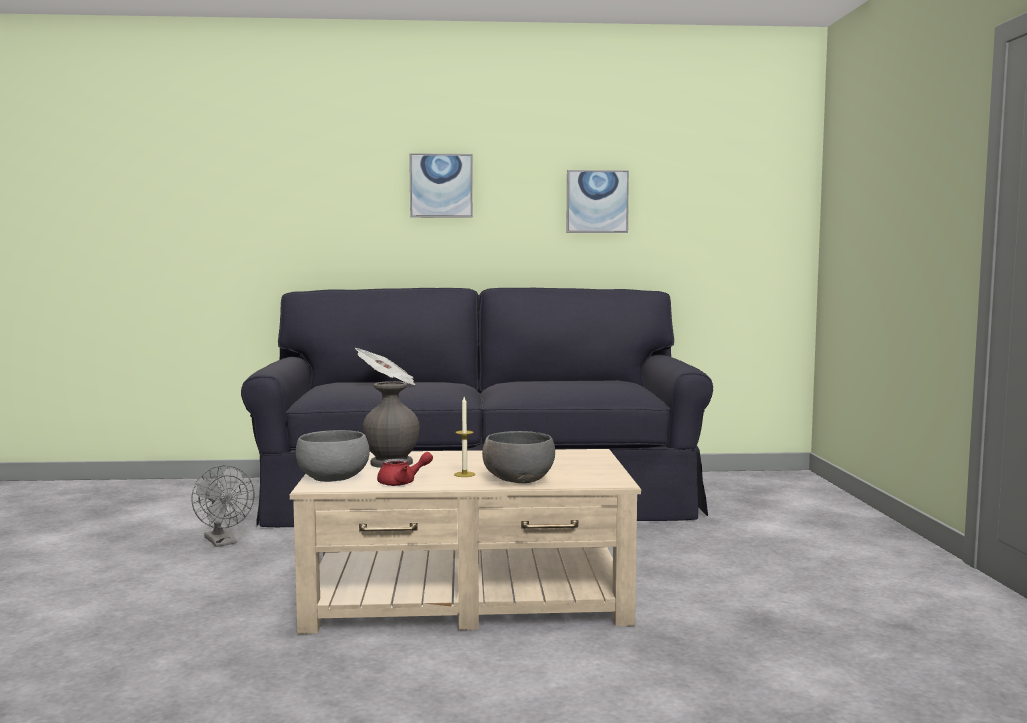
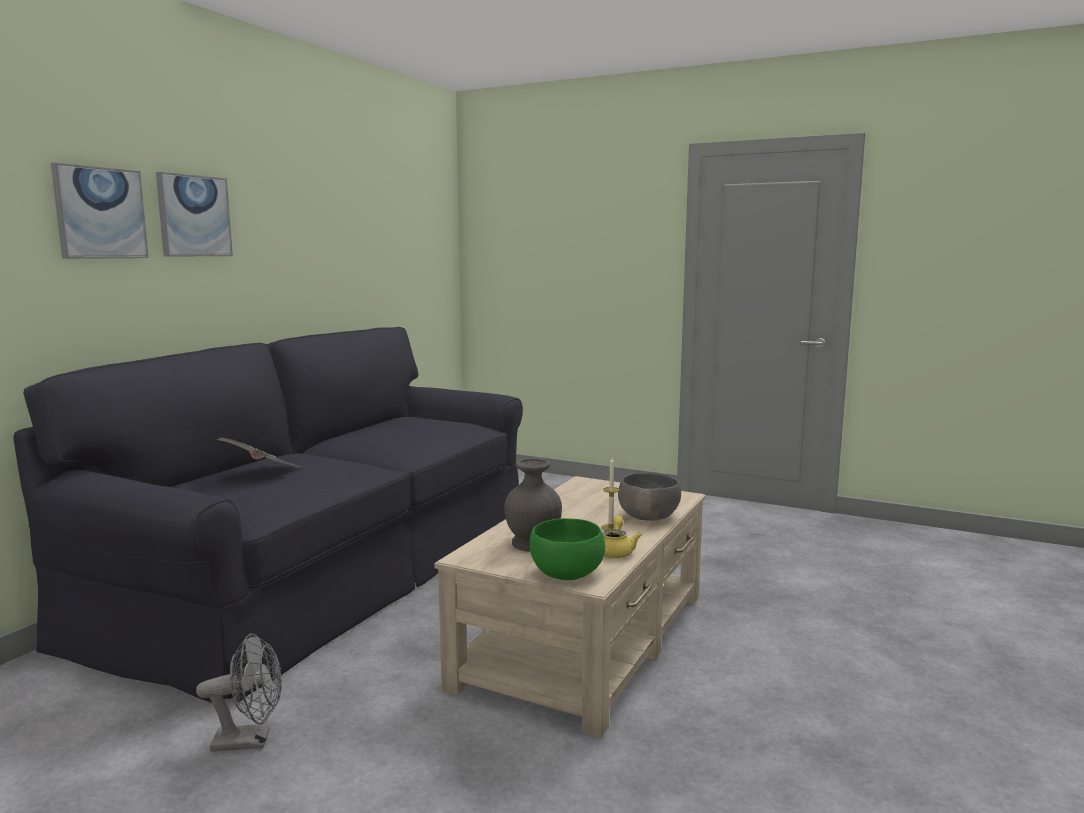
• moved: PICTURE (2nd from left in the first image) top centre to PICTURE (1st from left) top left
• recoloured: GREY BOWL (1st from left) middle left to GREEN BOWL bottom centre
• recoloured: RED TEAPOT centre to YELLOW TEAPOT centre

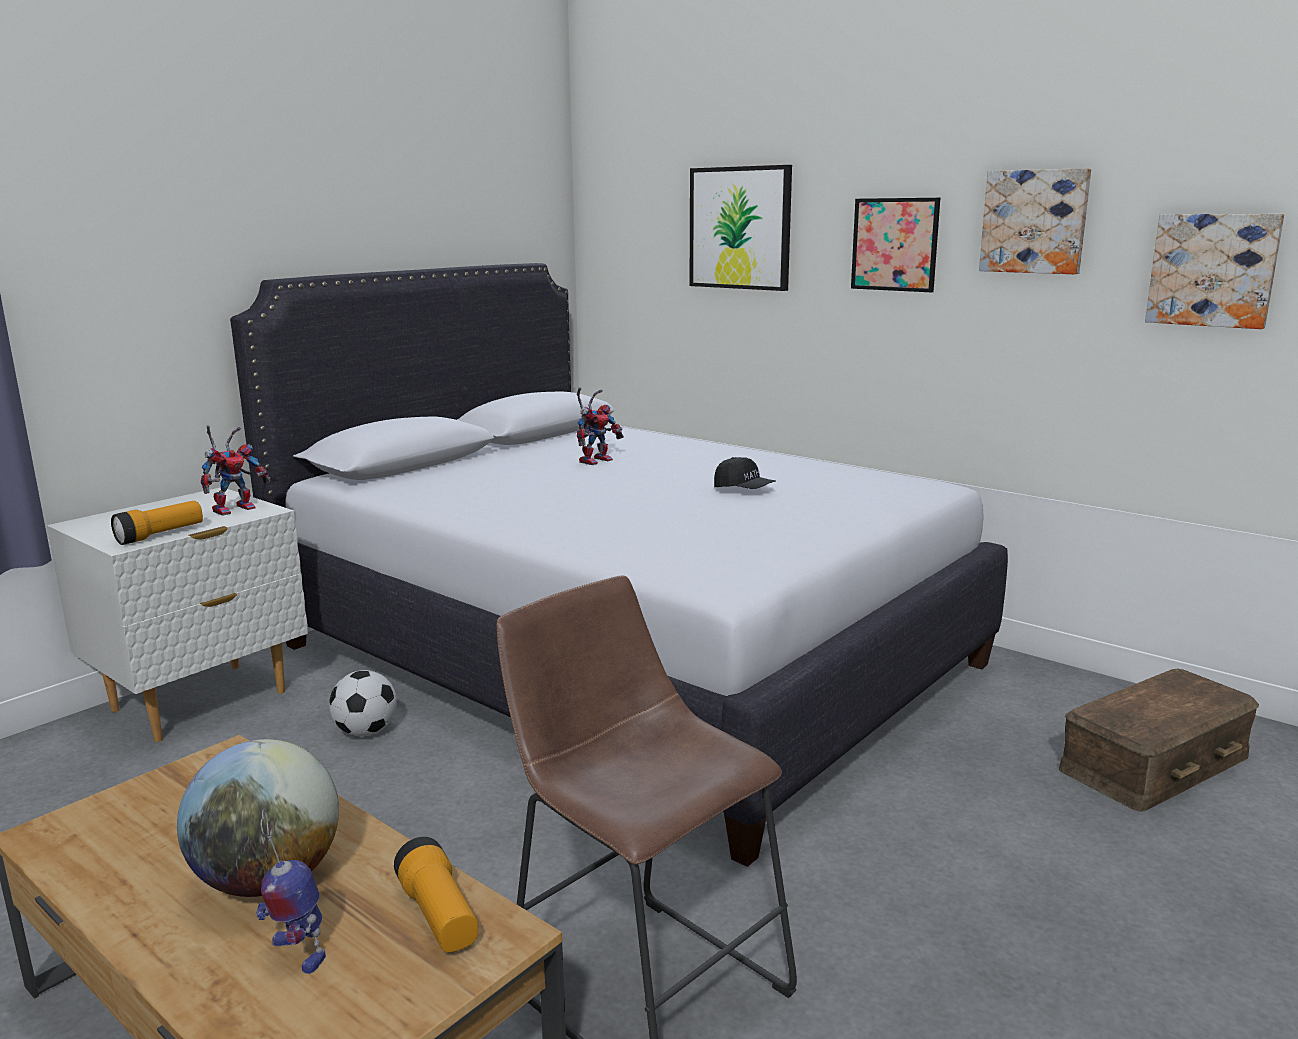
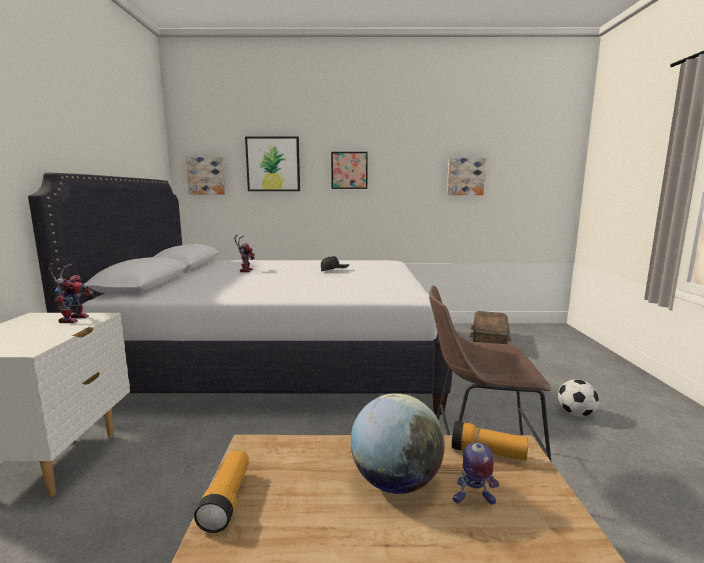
• moved: PICTURE (3rd from left in the first image) top right to PICTURE (1st from left) top left
• moved: FLASHLIGHT (1st from left) middle left to bottom left
• moved: FOOTBALL bottom left to bottom right

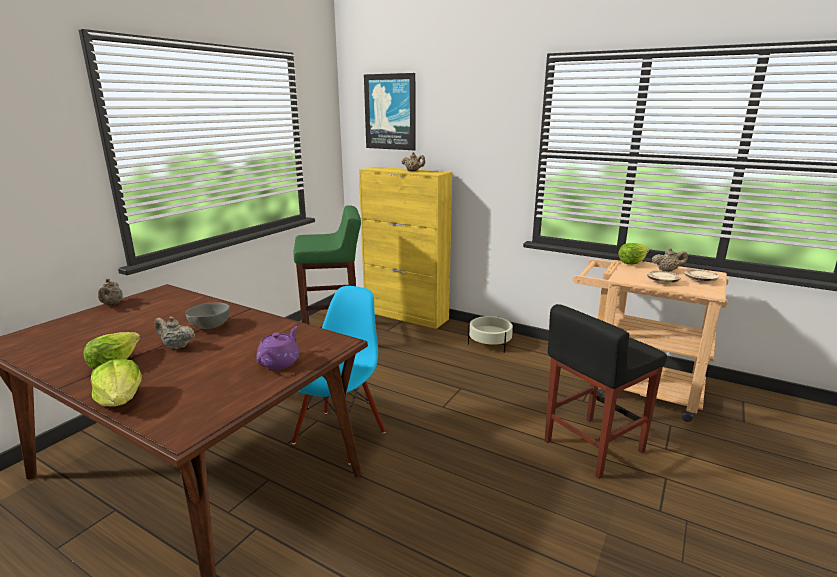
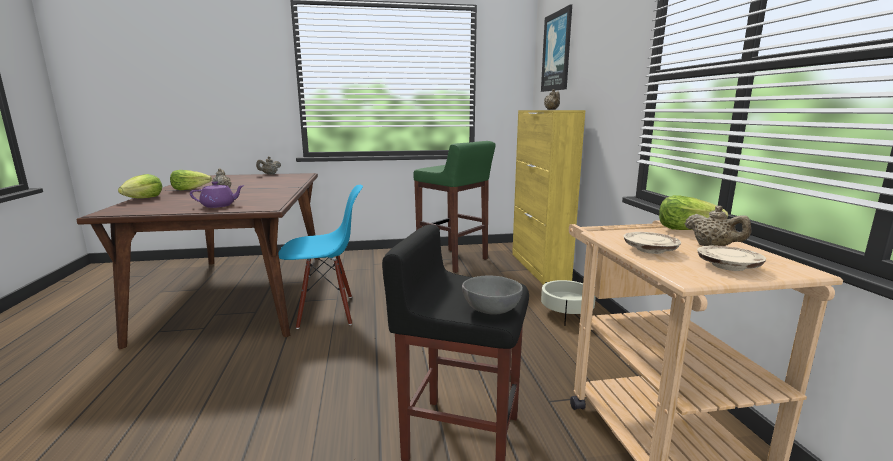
• moved: GREY BOWL middle left to centre

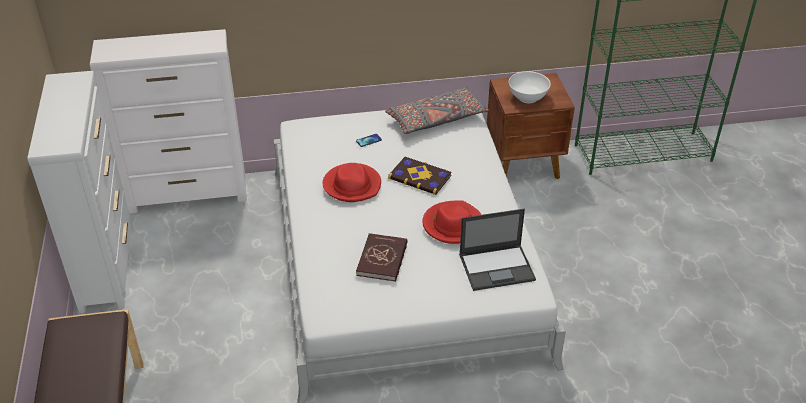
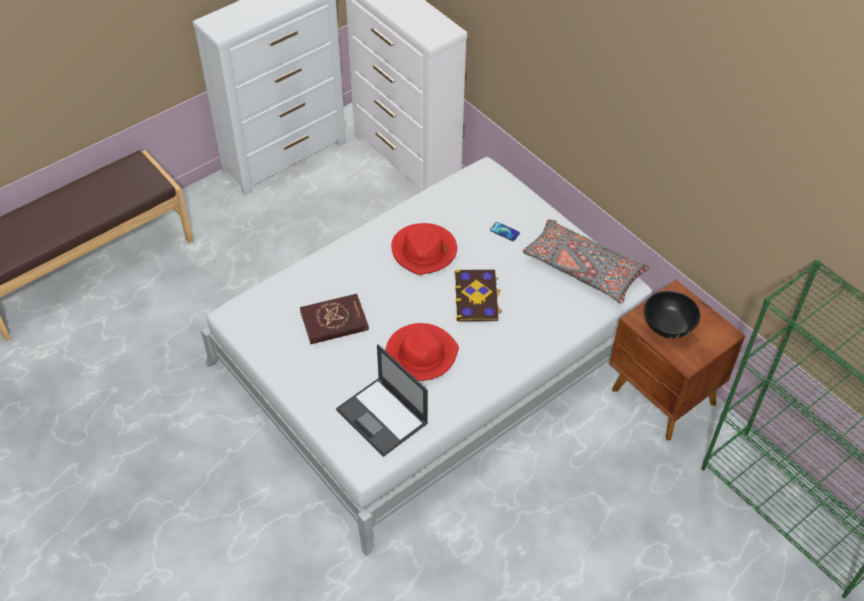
• recoloured: WHITE BOWL top centre to BLACK BOWL middle right

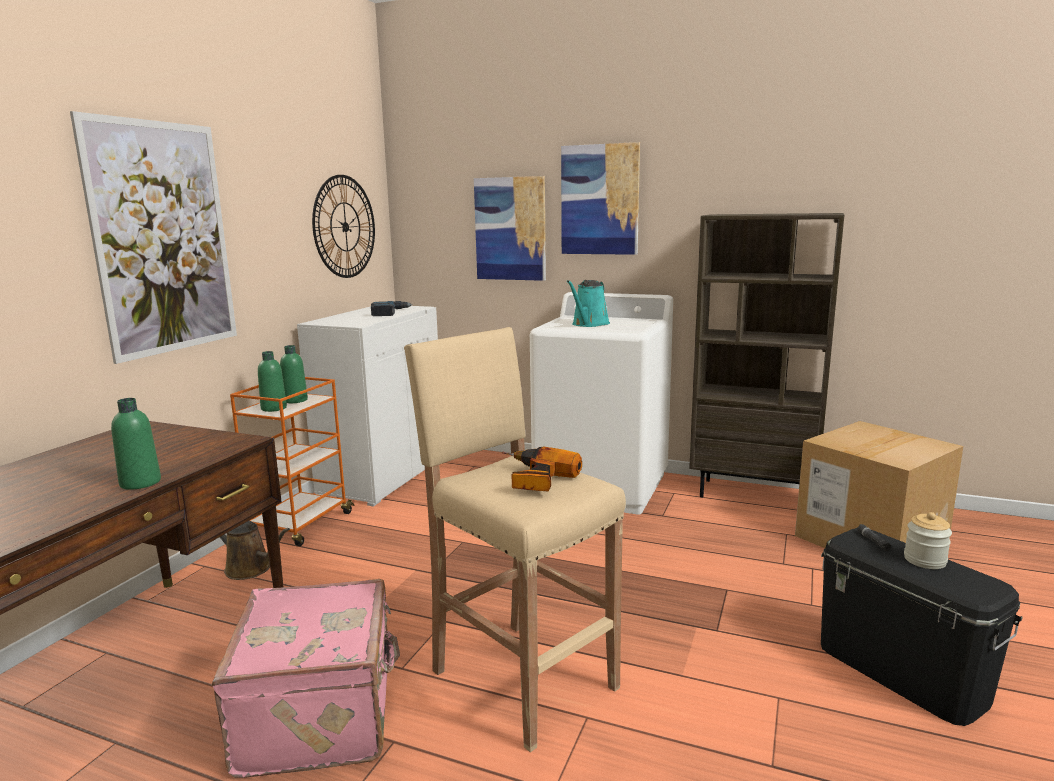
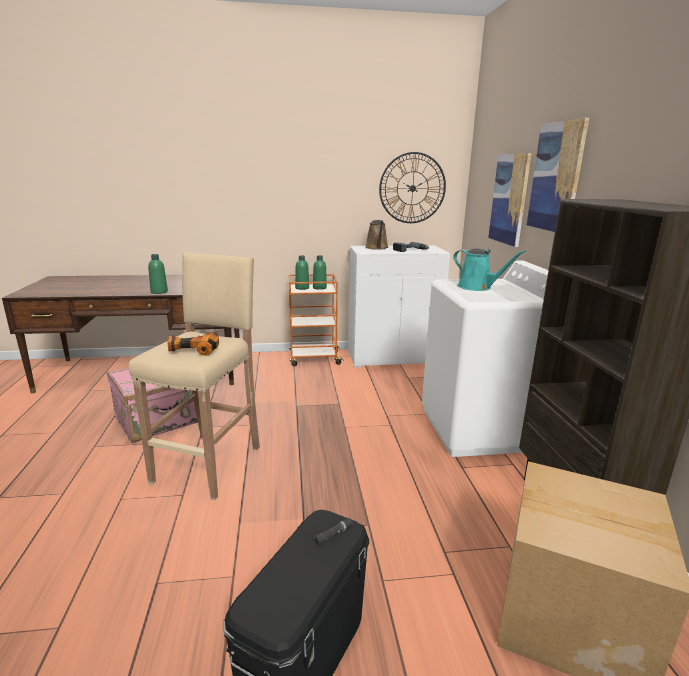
• moved: BROWN WATERING CAN bottom left to centre
• turned: TURQUOISE WATERING CAN centre = middle right 135 degrees counterclockwise
• removed: PICTURE (1st from left) top left
• removed: JAR bottom right

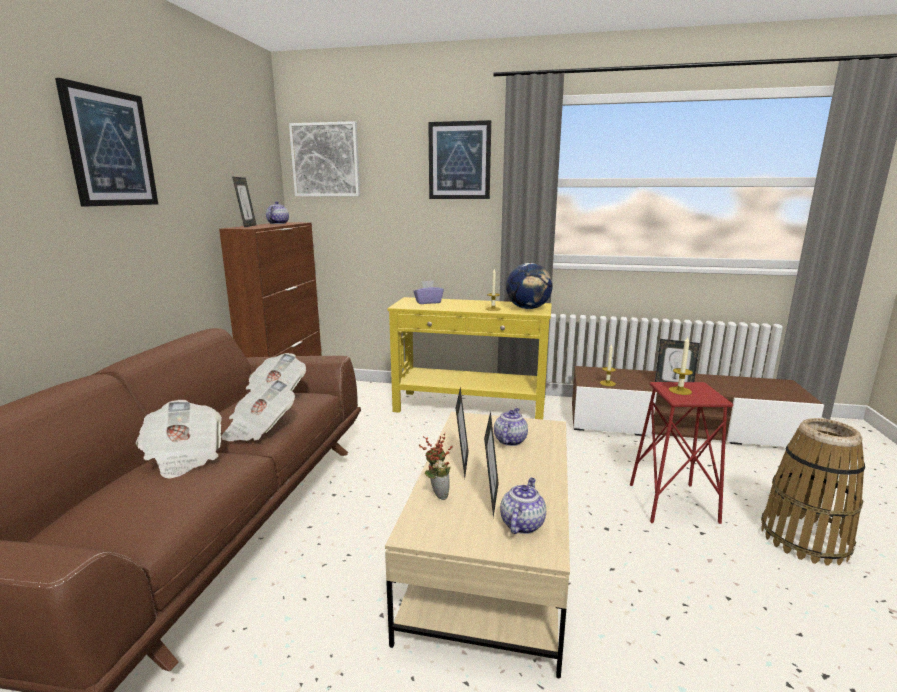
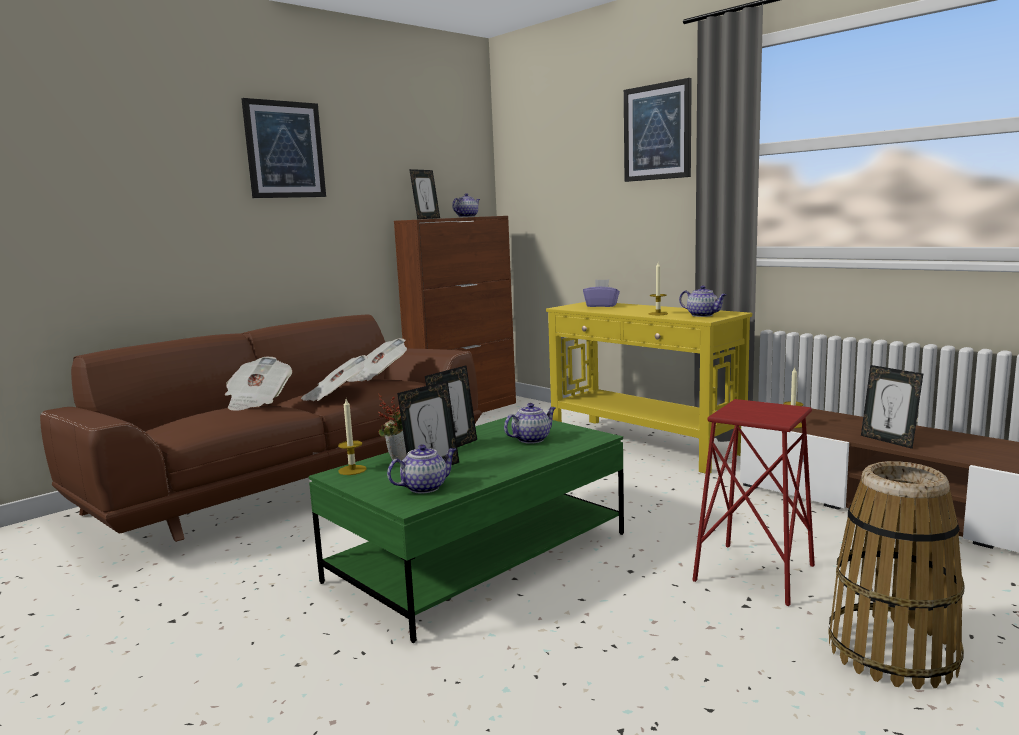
• recoloured: BEIGE COFFEE TABLE bottom centre to GREEN COFFEE TABLE bottom centre
• moved: CANDLE (3rd from left in the first image) middle right to CANDLE (1st from left) centre
• replaced: GLOBE centre to TEAPOT (4th from left) middle right
• removed: PICTURE (2nd from left) top centre

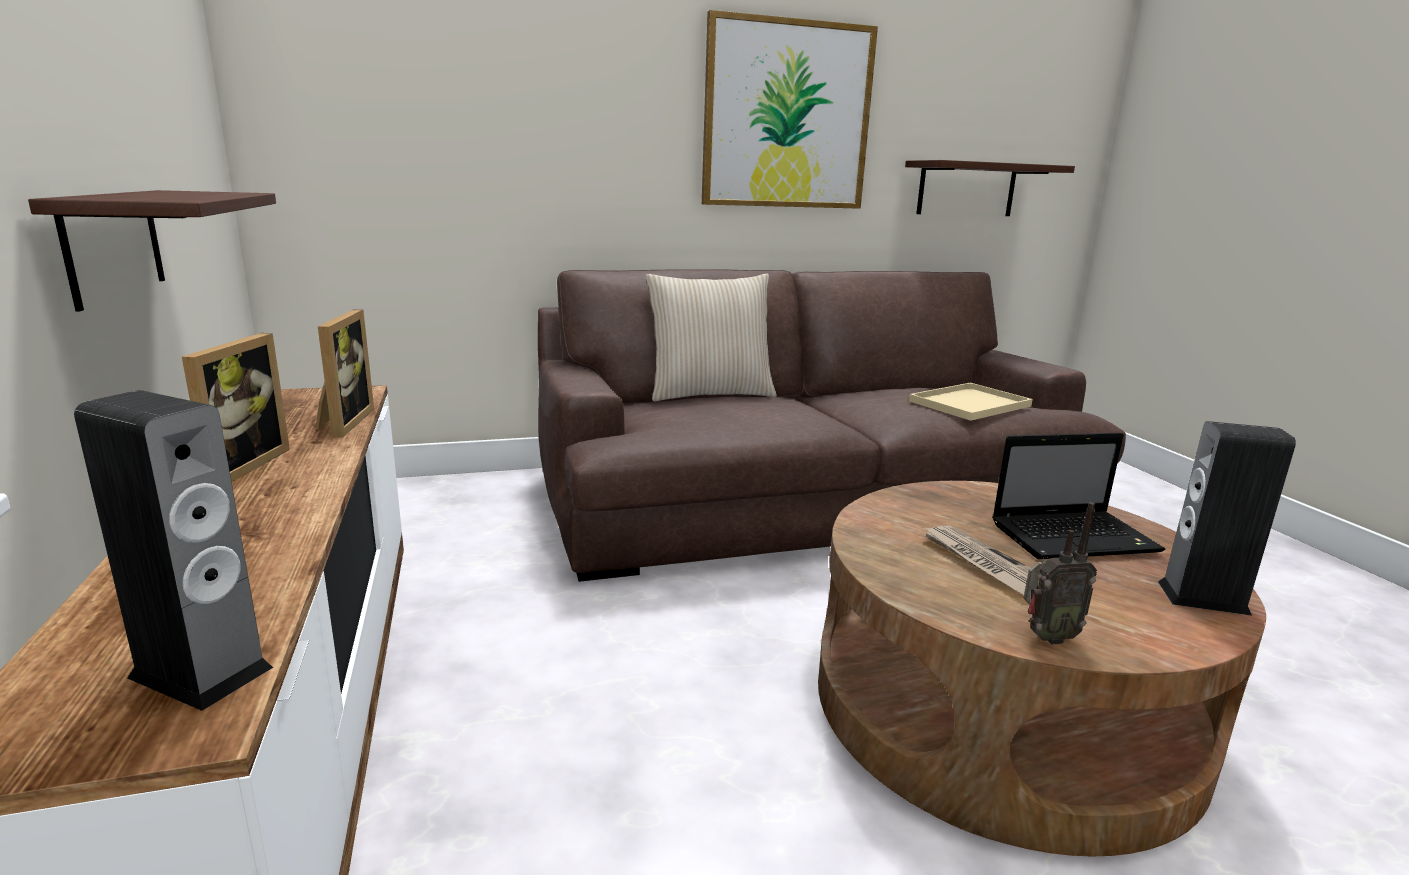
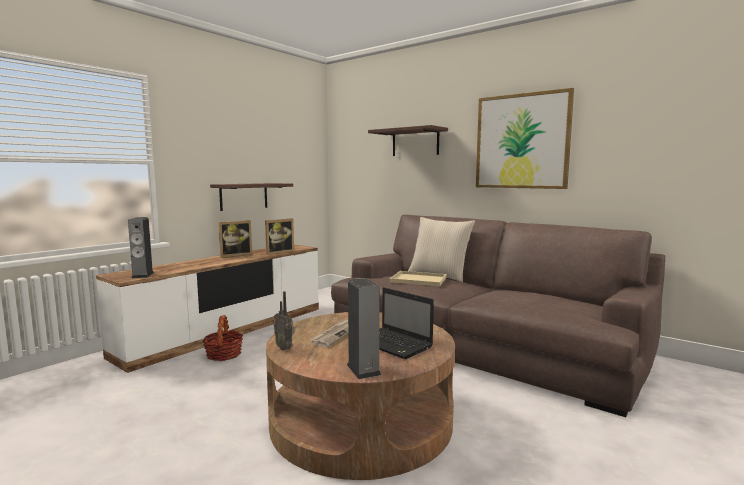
• added: BASKET bottom left
• moved: SHELF (2nd from left) top right to top centre
• moved: BEIGE TRAY middle right to centre

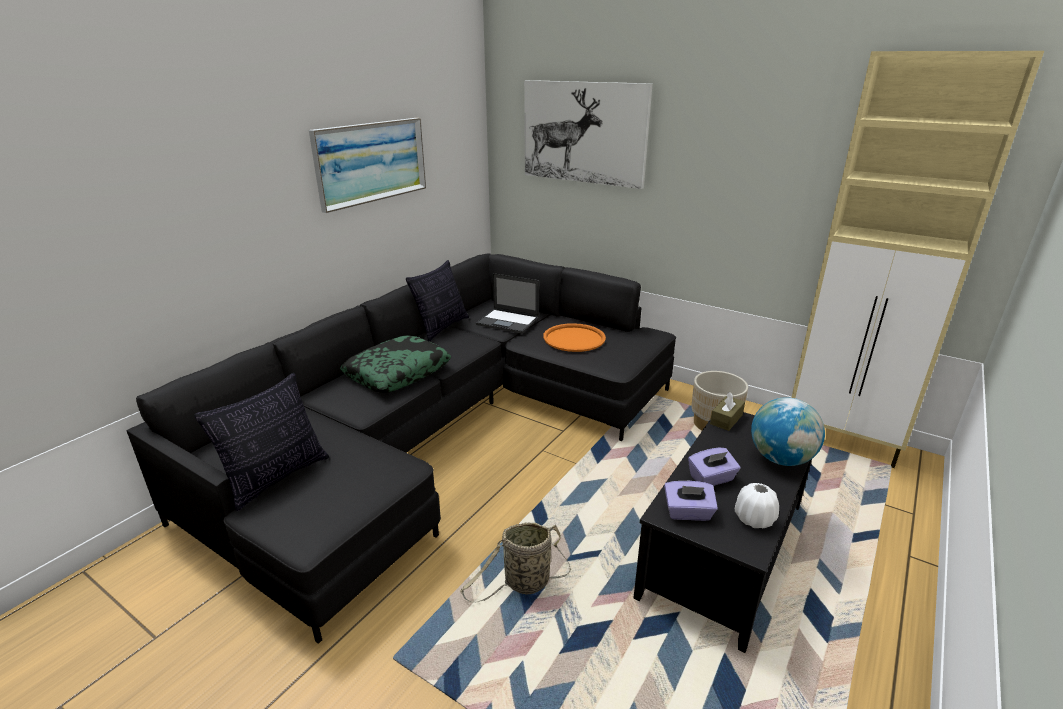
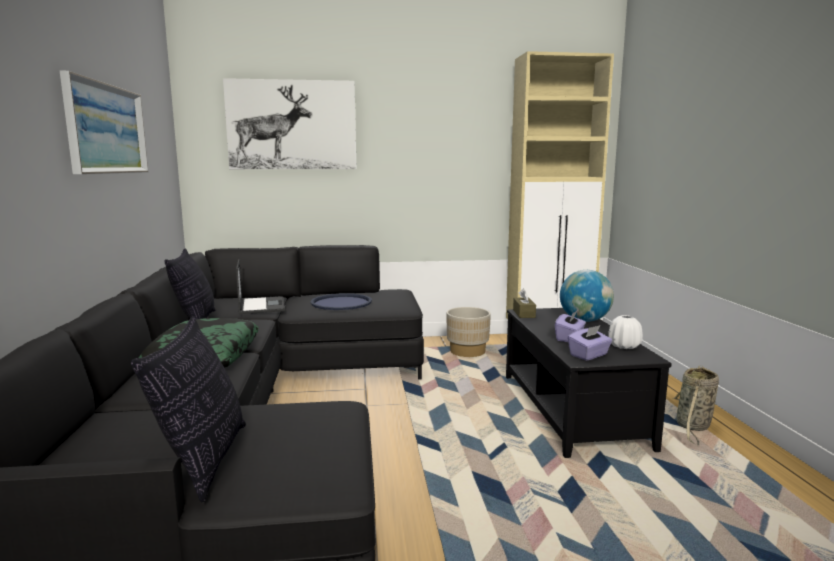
• turned: LAPTOP centre = middle left 90 degrees counterclockwise
• recoloured: ORANGE TRAY centre to BLUE TRAY centre
• moved: BASKET bottom centre to bottom right

